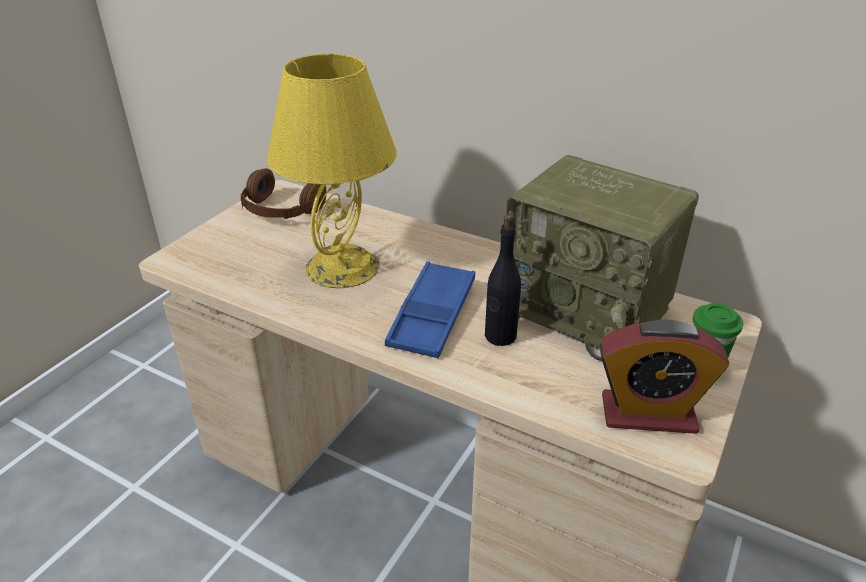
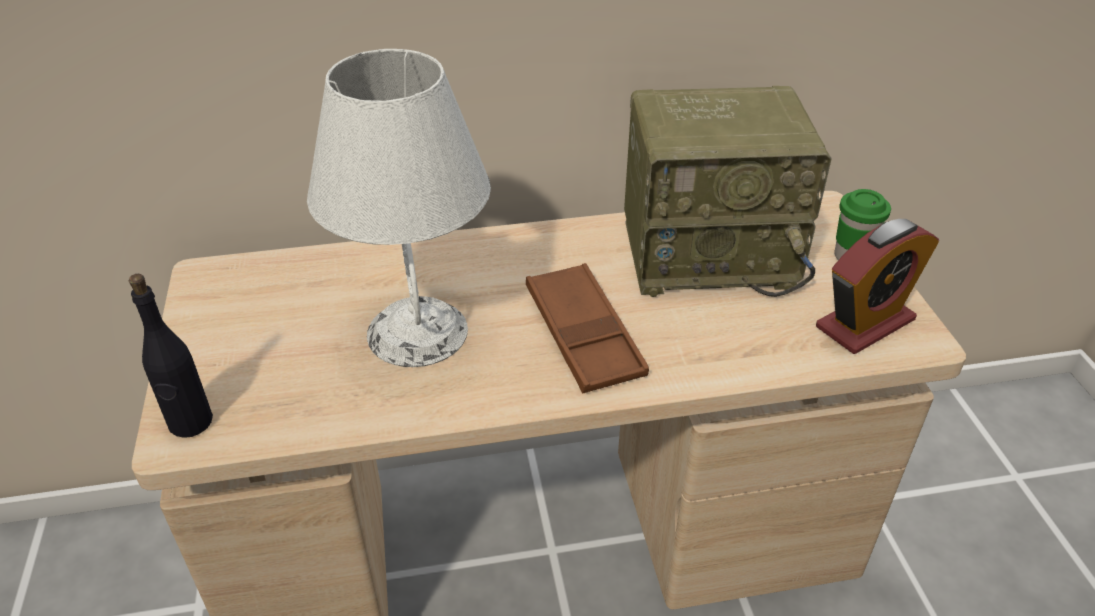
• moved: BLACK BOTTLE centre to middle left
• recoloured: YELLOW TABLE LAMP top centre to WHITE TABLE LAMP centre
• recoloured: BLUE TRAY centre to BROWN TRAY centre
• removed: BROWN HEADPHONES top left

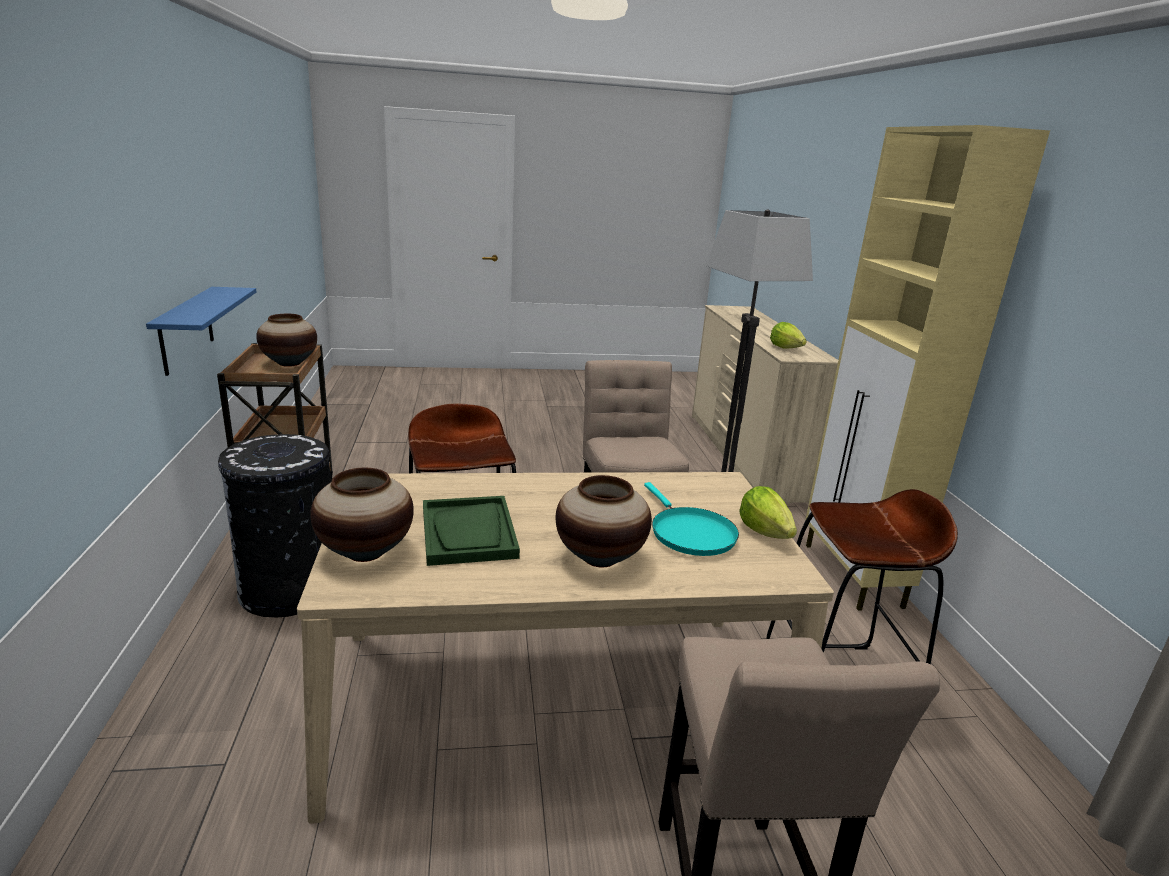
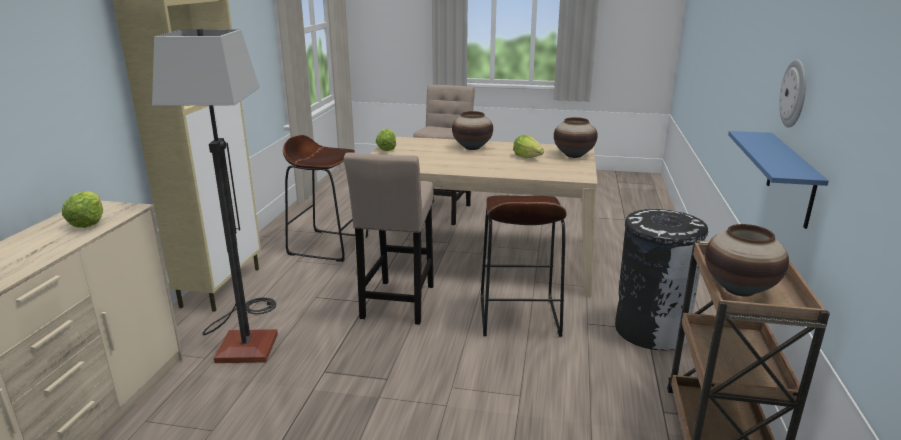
• replaced: GREEN TRAY centre to LETTUCE (3rd from left) top centre
• added: WALL CLOCK top right
• removed: TURQUOISE FRYING PAN centre

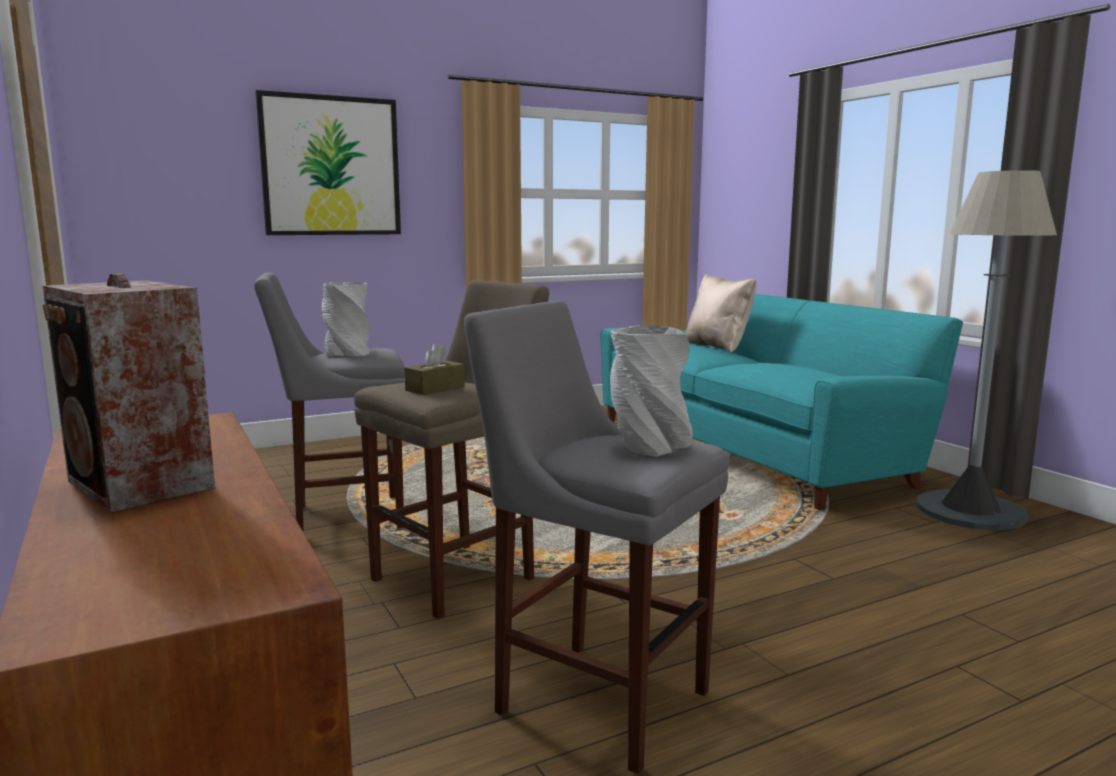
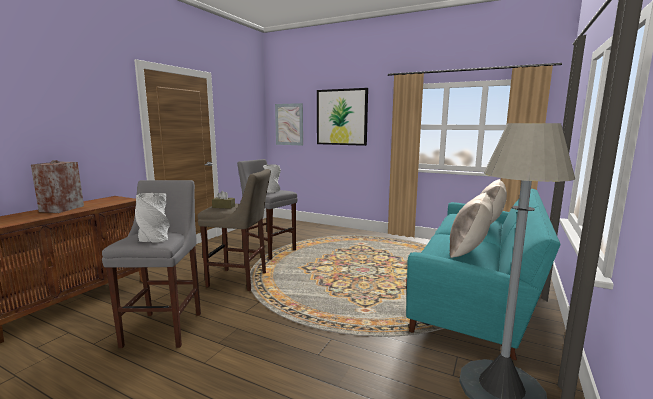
• added: PICTURE (1st from left) top centre
• added: BEIGE PILLOW (1st from left) middle right

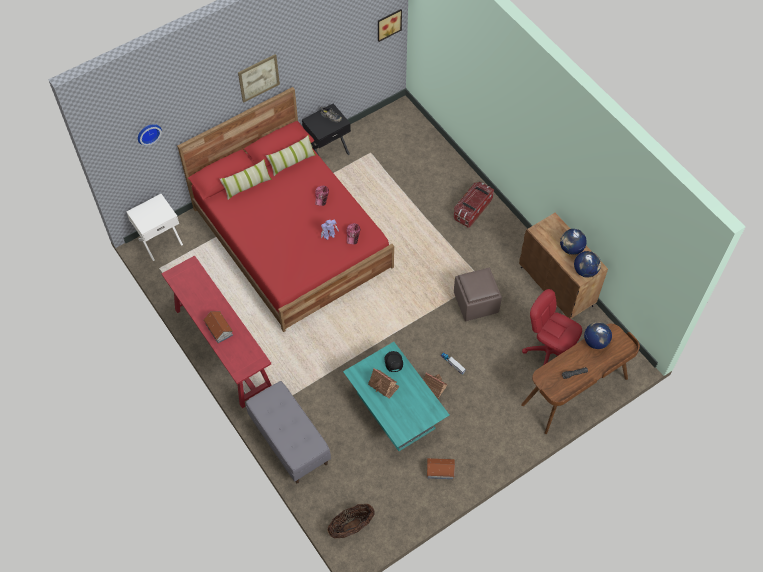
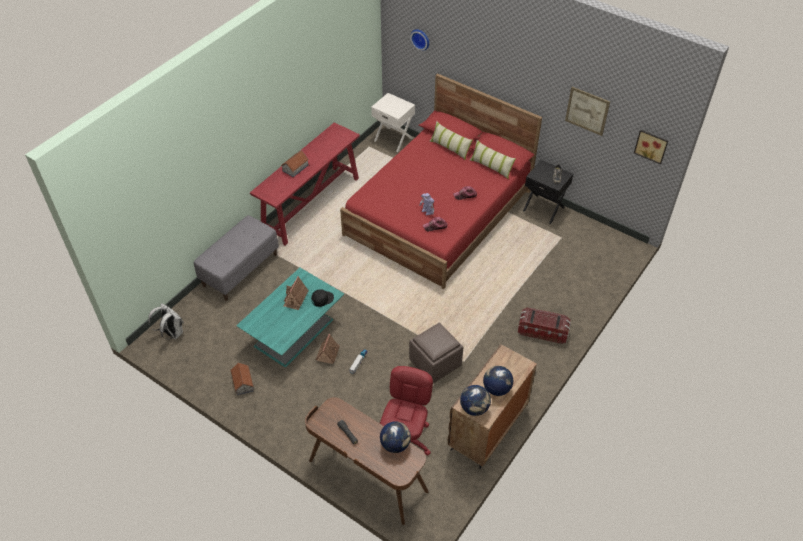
• replaced: BASKET bottom centre to WHITE BACKPACK middle left
• moved: PICTURE (1st from left) top centre to top right

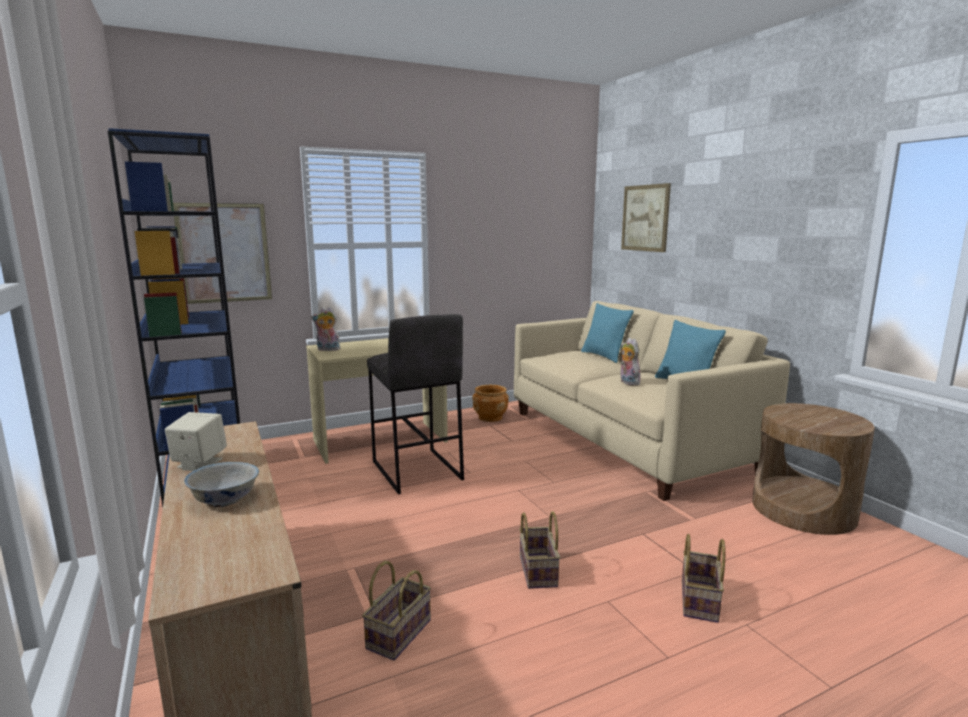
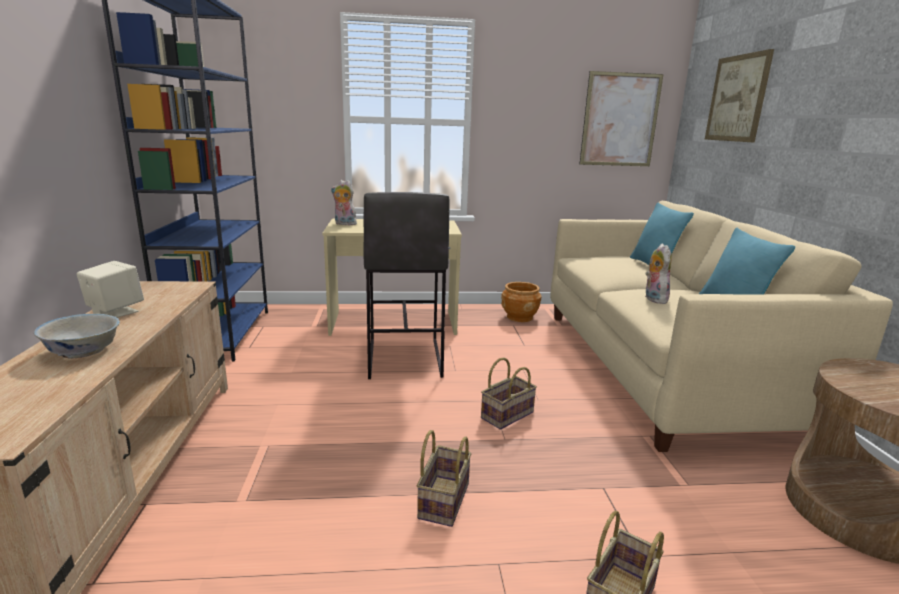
• moved: BASKET (1st from left in the first image) bottom centre to BASKET (2nd from left) centre
• moved: PICTURE (1st from left) middle left to top right

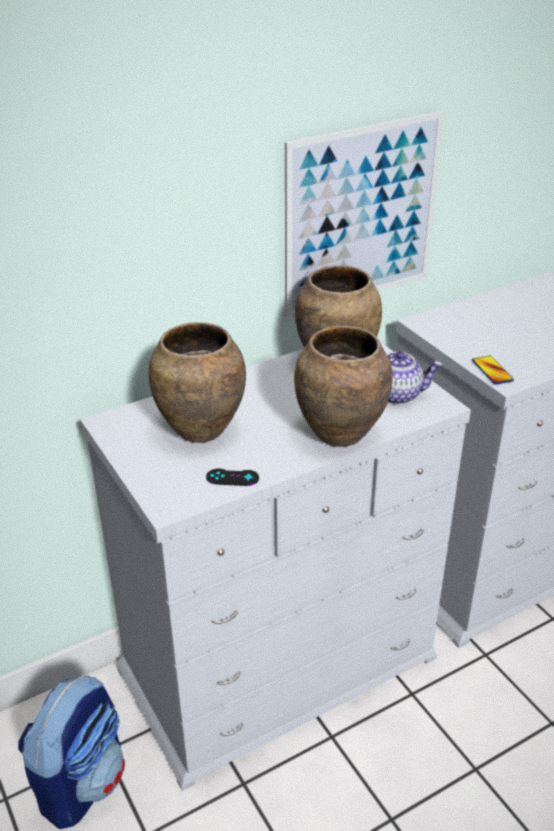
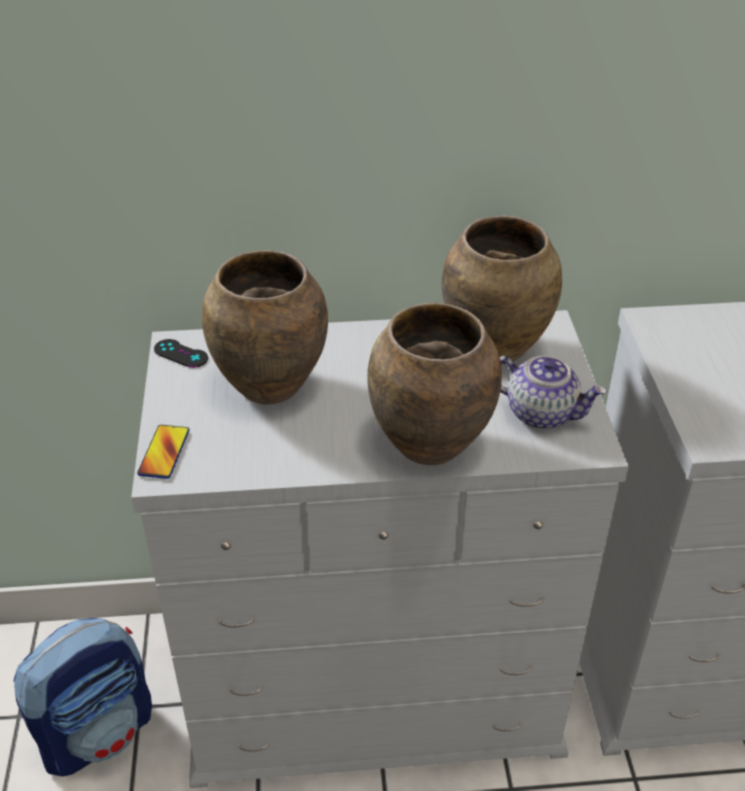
• moved: PHONE middle right to middle left
• moved: BLACK GAME CONTROLLER centre to middle left
• removed: PICTURE top centre

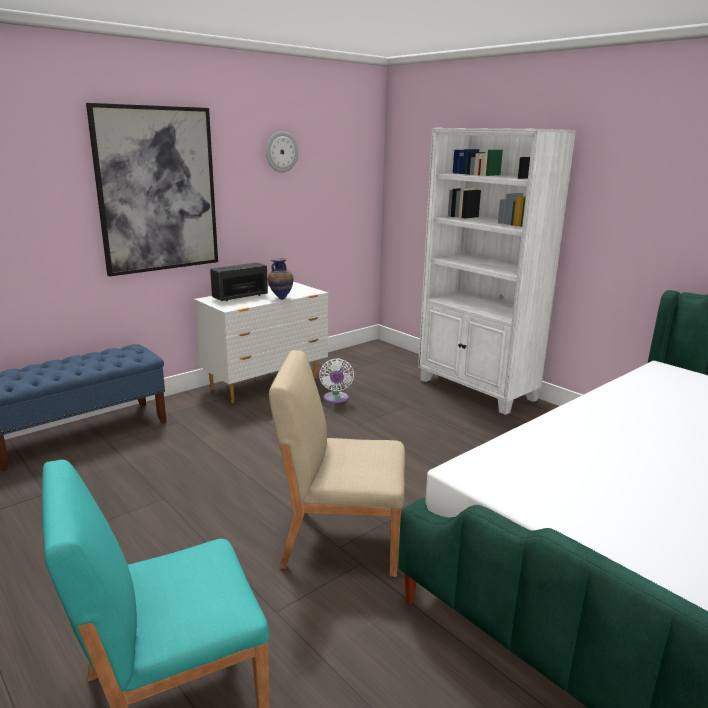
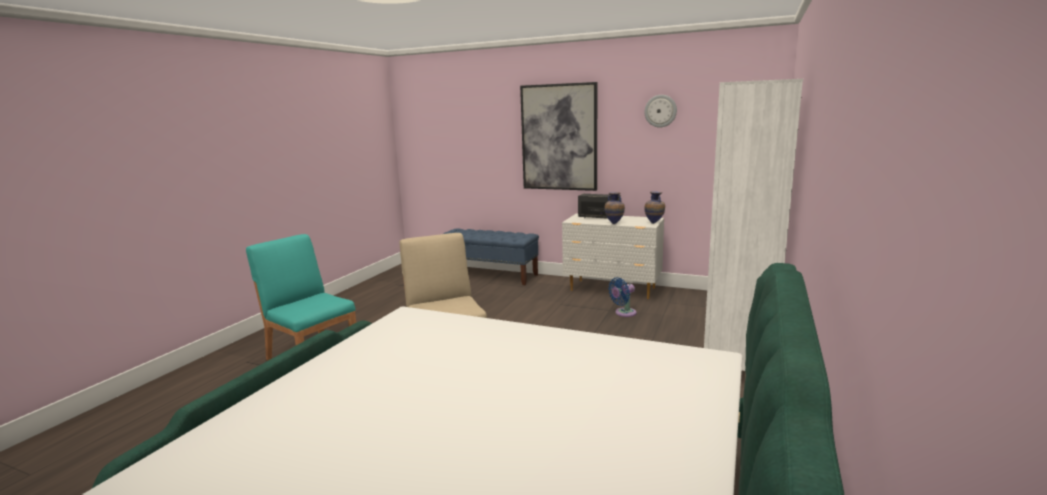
• recoloured: WHITE FAN centre to BLUE FAN centre
• added: VASE (2nd from left) centre

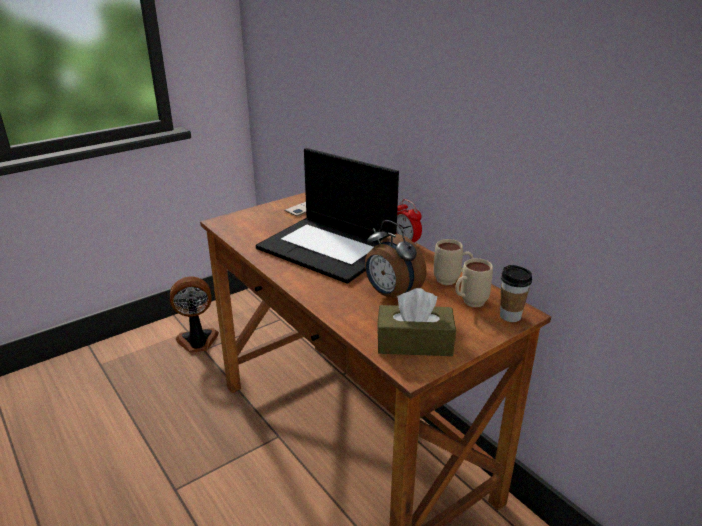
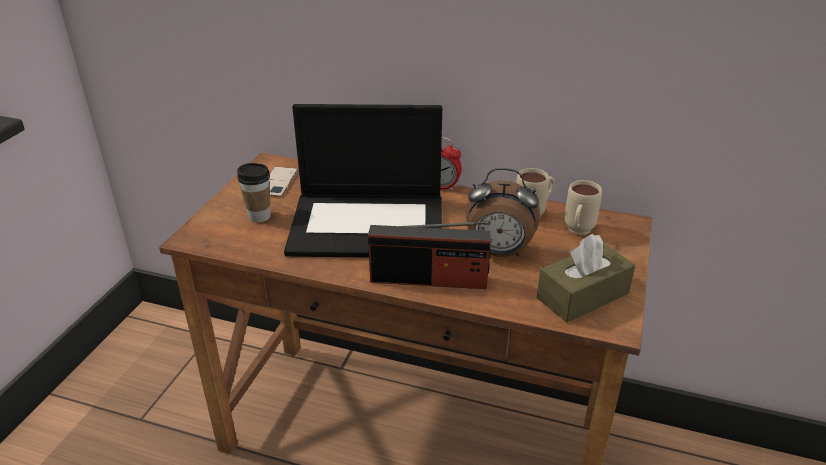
• moved: CUP middle right to middle left
• added: RADIO centre
• removed: FAN middle left

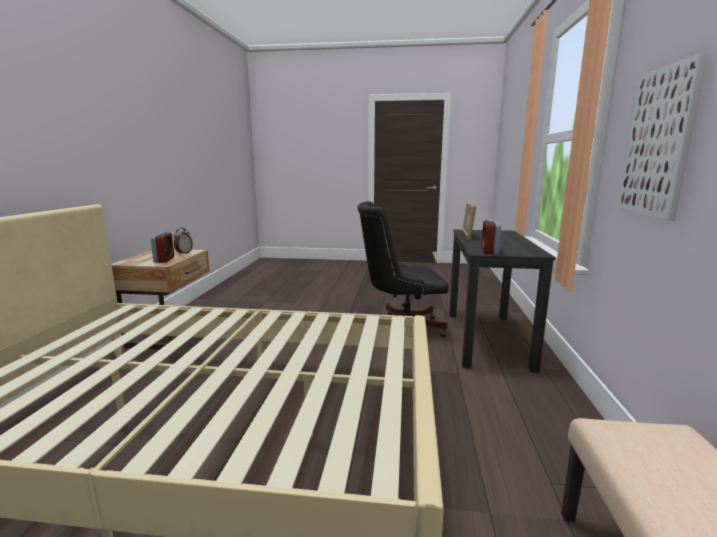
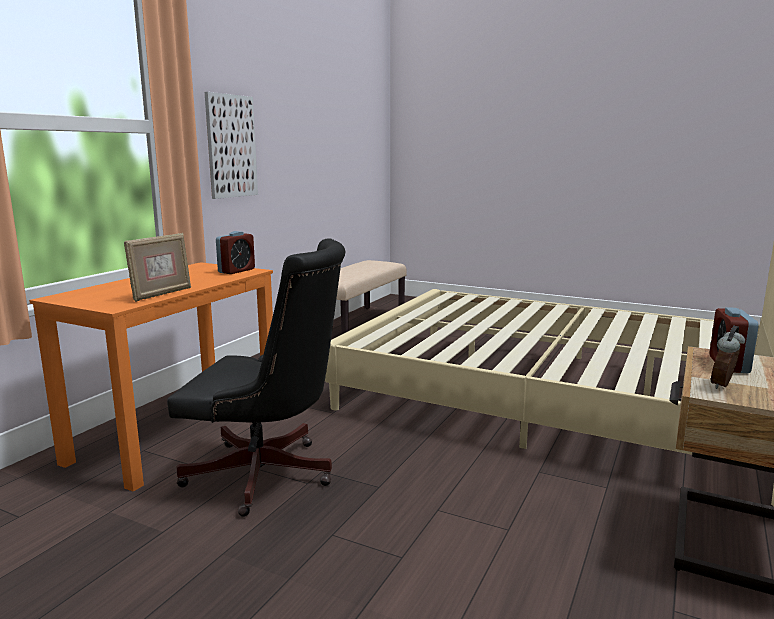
• recoloured: BLACK DESK middle right to ORANGE DESK middle left

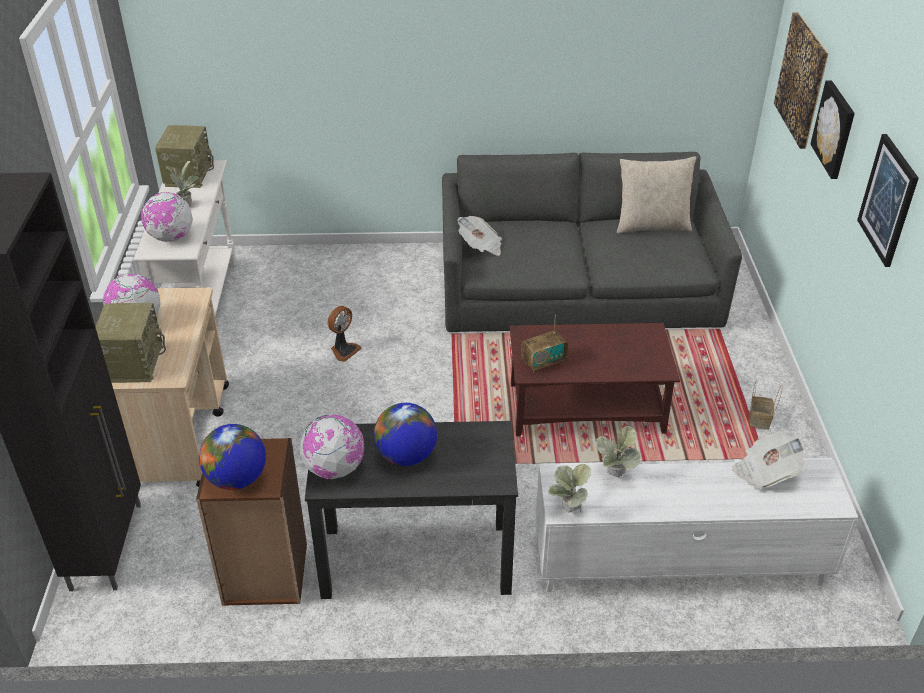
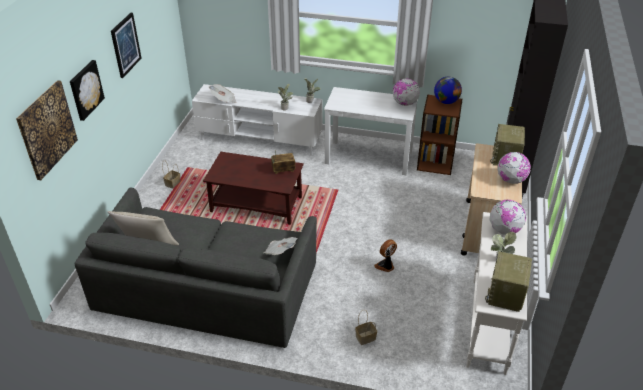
• recoloured: BLACK DESK bottom centre to WHITE DESK centre
• added: BASKET (2nd from left) bottom centre
• removed: GLOBE (5th from left) centre

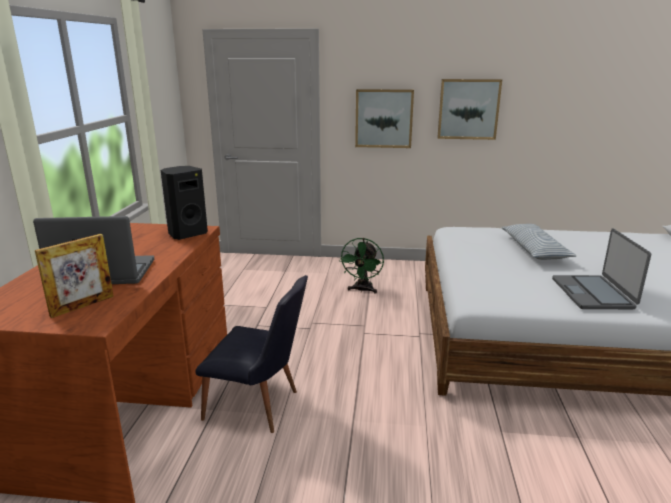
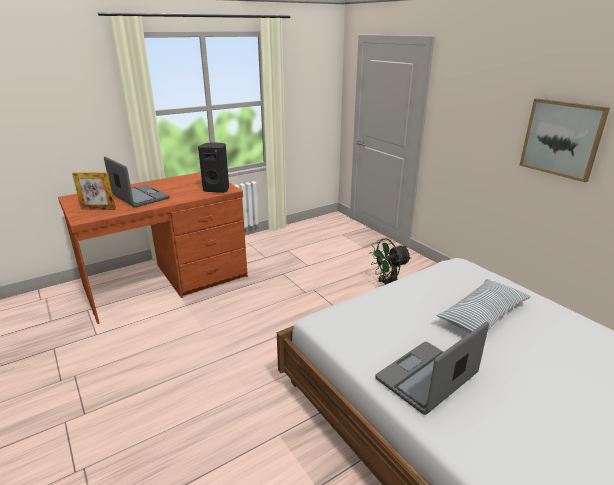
• removed: BLACK CHAIR bottom centre
• removed: PICTURE (1st from left) top centre

